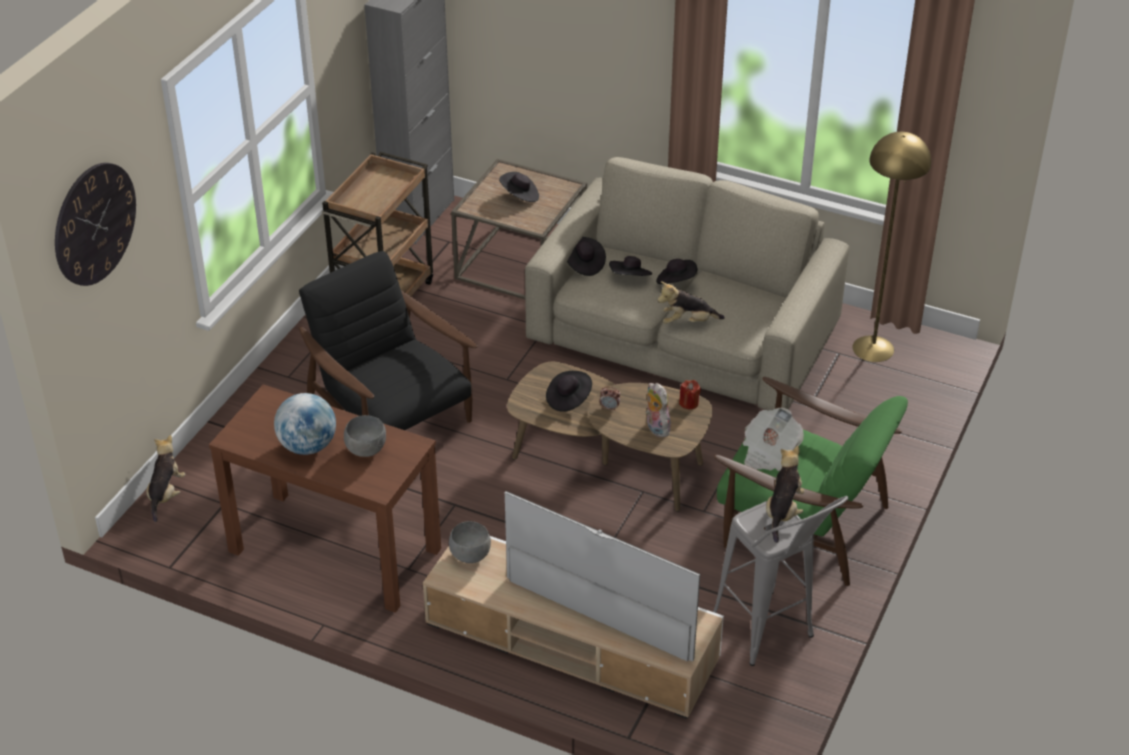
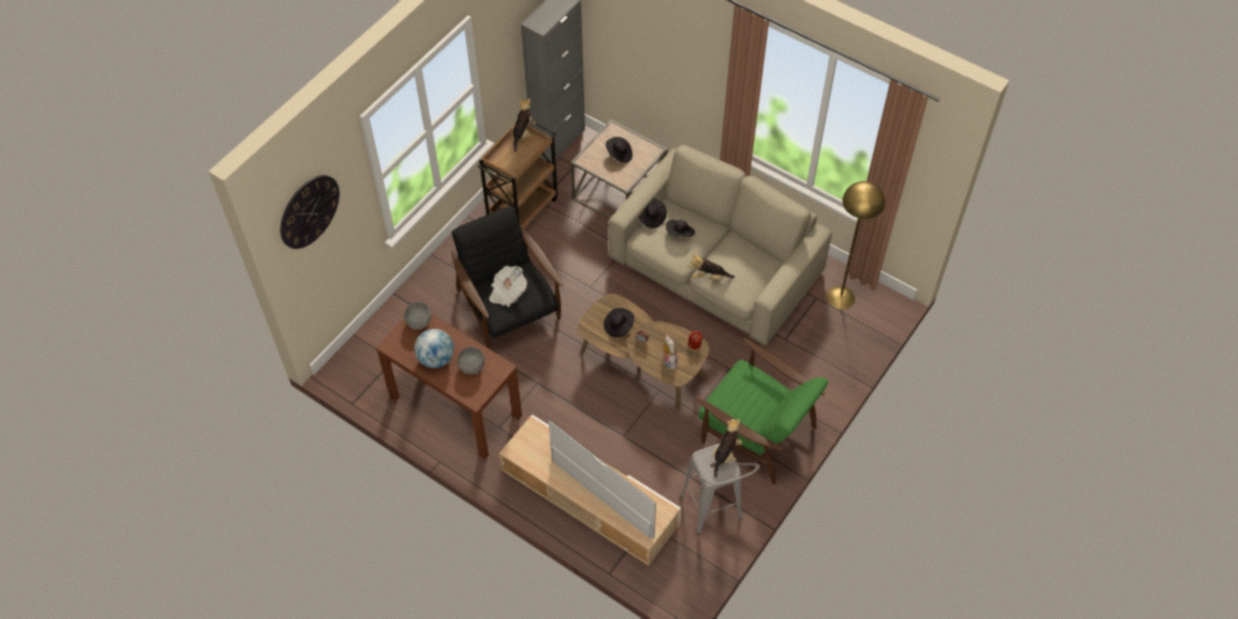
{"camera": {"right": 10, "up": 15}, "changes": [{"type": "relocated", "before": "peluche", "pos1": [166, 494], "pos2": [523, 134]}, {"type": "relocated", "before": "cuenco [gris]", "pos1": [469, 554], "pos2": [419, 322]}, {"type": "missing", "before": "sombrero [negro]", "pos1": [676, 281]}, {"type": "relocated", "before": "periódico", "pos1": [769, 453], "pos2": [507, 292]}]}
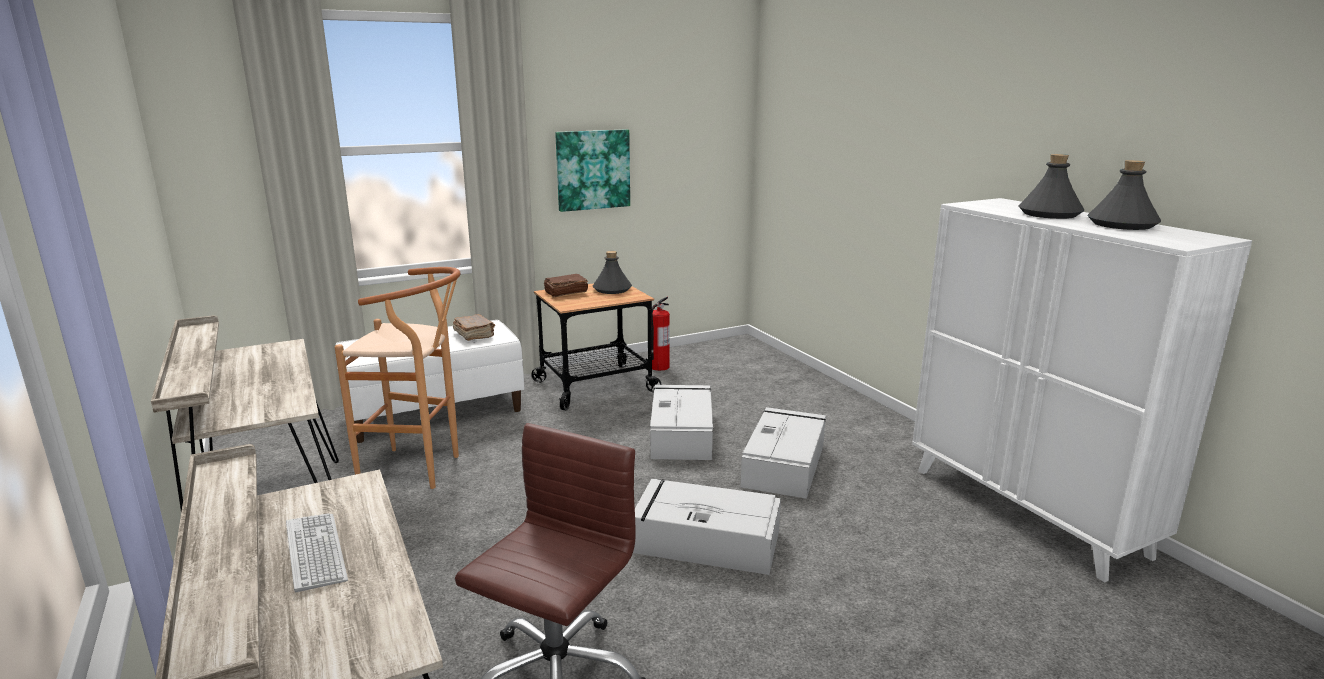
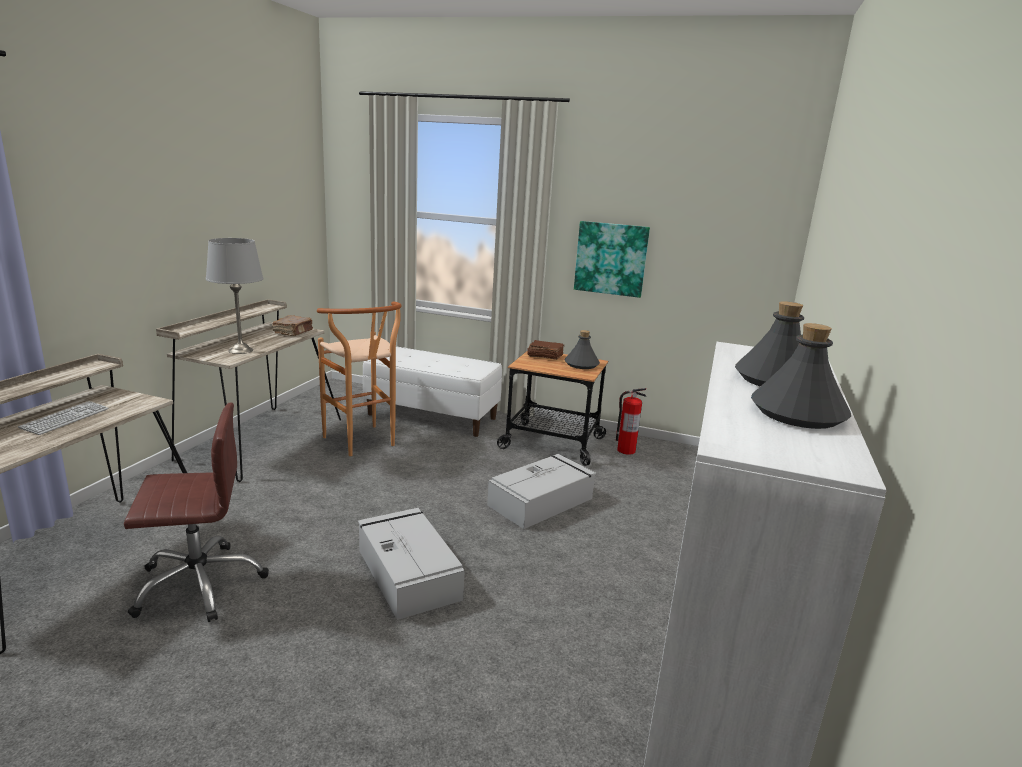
{"camera": {"right": 45, "up": 0}, "changes": [{"type": "relocated", "before": "libro [marrón]", "pos1": [474, 335], "pos2": [293, 332]}, {"type": "missing", "before": "caja de almacenaje [gris]", "pos1": [784, 464]}, {"type": "appeared", "after": "lámpara de mesa [gris]", "pos2": [240, 350]}]}
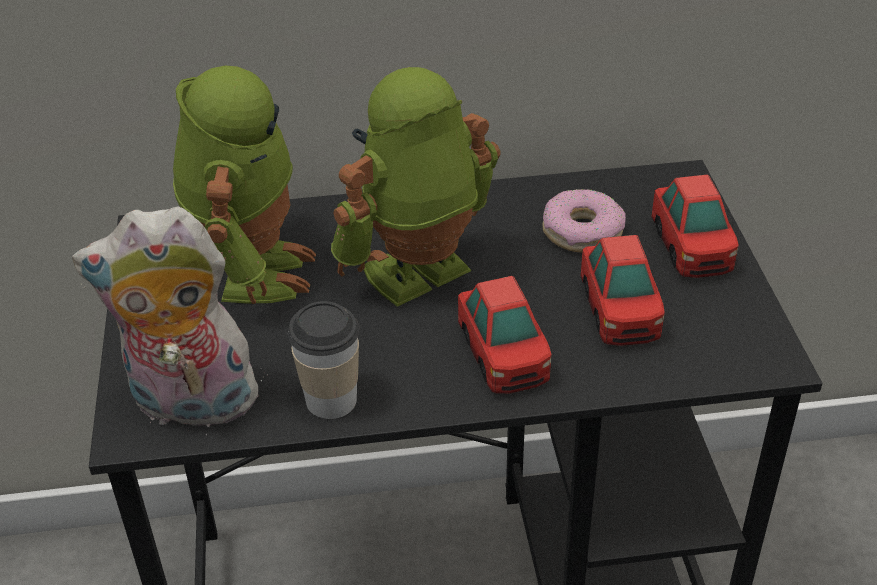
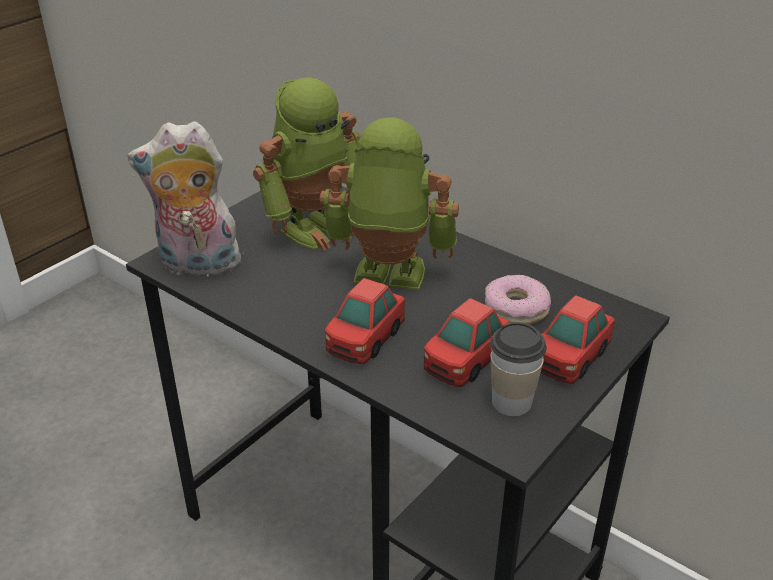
{"camera": {"right": 45, "up": -5}, "changes": [{"type": "spun", "before": "peluche", "pos1": [190, 406], "pos2": [197, 266], "turn": -45}, {"type": "relocated", "before": "taza", "pos1": [331, 400], "pos2": [511, 402]}]}
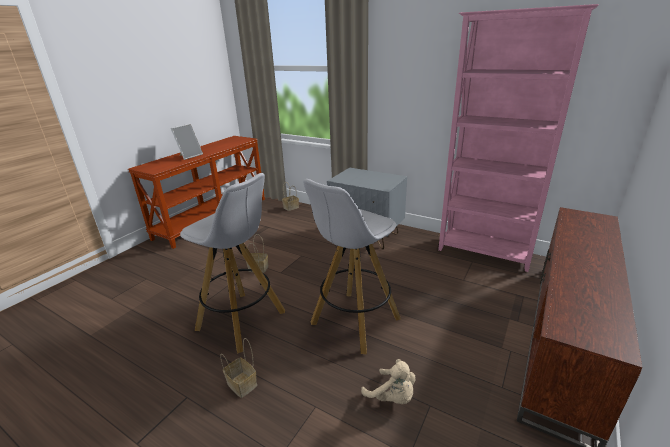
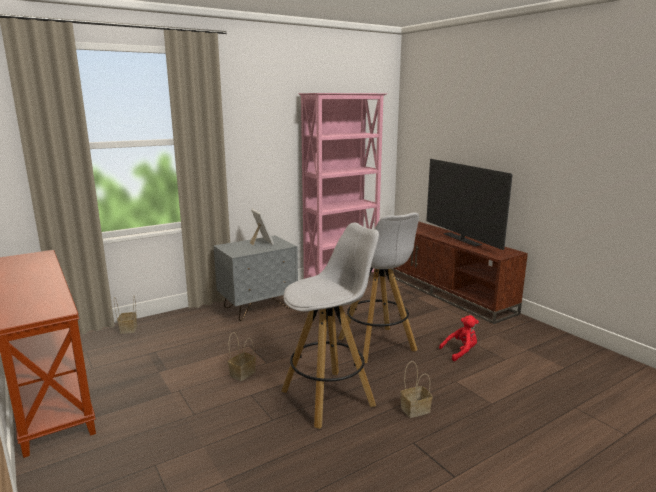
{"camera": {"right": -65, "up": -10}, "changes": [{"type": "relocated", "before": "portarretratos", "pos1": [189, 156], "pos2": [261, 242]}, {"type": "colour", "before": "peluche [beis]", "after": "peluche [rojo]", "pos1": [392, 397], "pos2": [460, 352]}, {"type": "appeared", "after": "televisor", "pos2": [461, 239]}]}
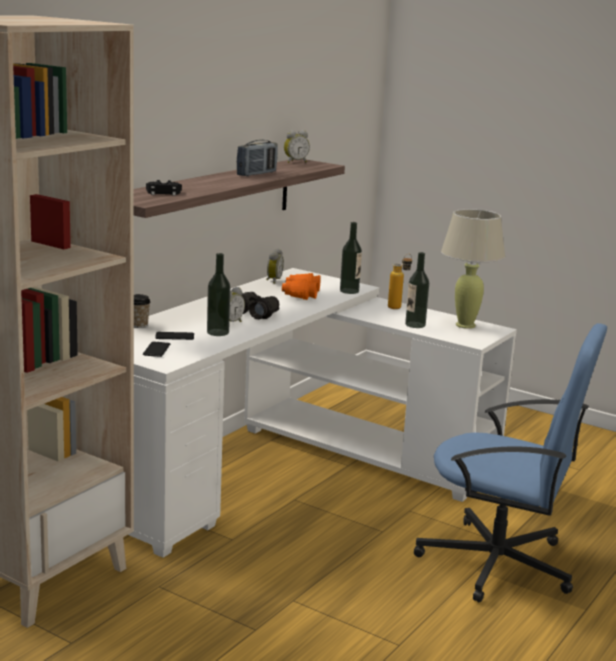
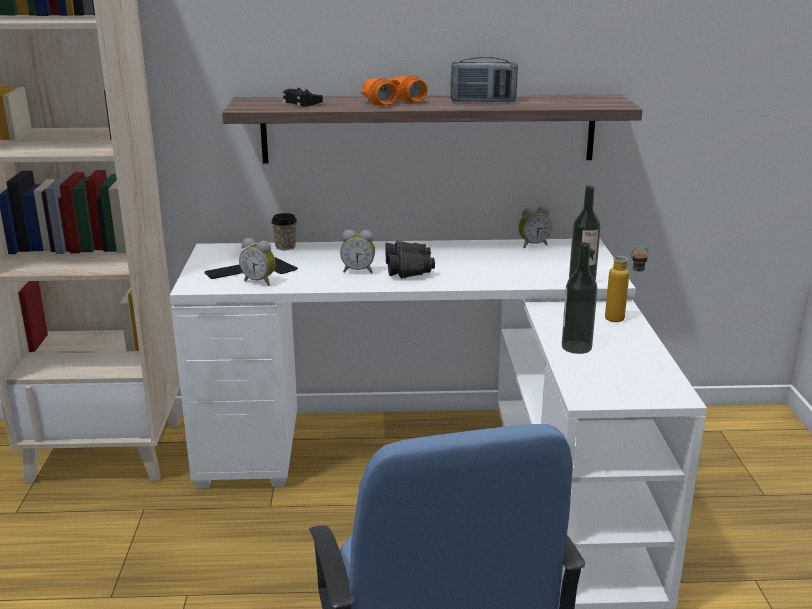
{"camera": {"right": 55, "up": 5}, "changes": [{"type": "missing", "before": "botella", "pos1": [217, 332]}, {"type": "relocated", "before": "prismáticos [naranja]", "pos1": [300, 294], "pos2": [392, 101]}, {"type": "relocated", "before": "despertador", "pos1": [295, 162], "pos2": [260, 281]}, {"type": "missing", "before": "lámpara de mesa [beis]", "pos1": [465, 325]}]}
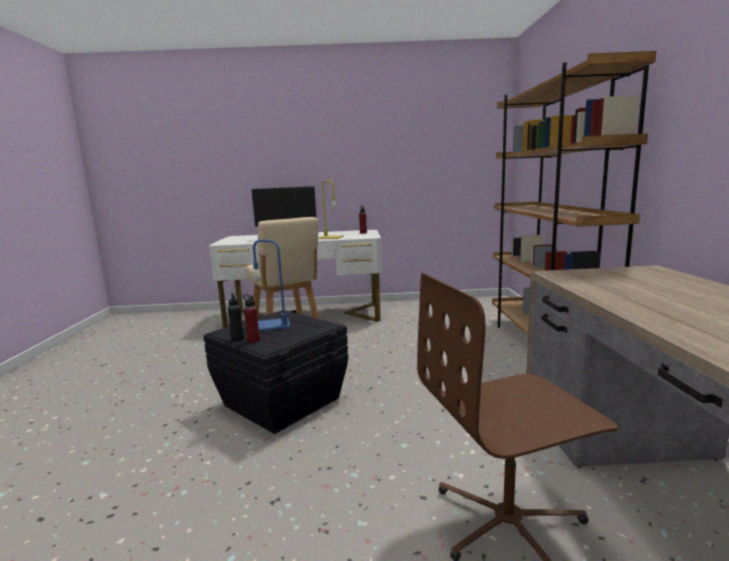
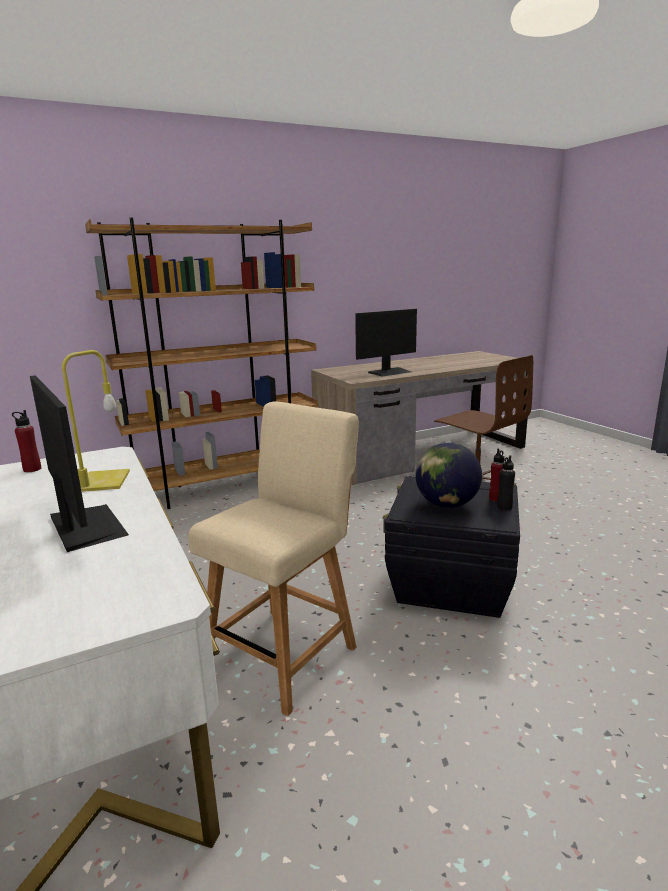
{"camera": {"right": -115, "up": 5}, "changes": [{"type": "exchanged", "before": "lámpara de mesa [azul]", "after": "globo terráqueo", "pos1": [273, 324], "pos2": [446, 504]}, {"type": "appeared", "after": "monitor", "pos2": [390, 372]}]}
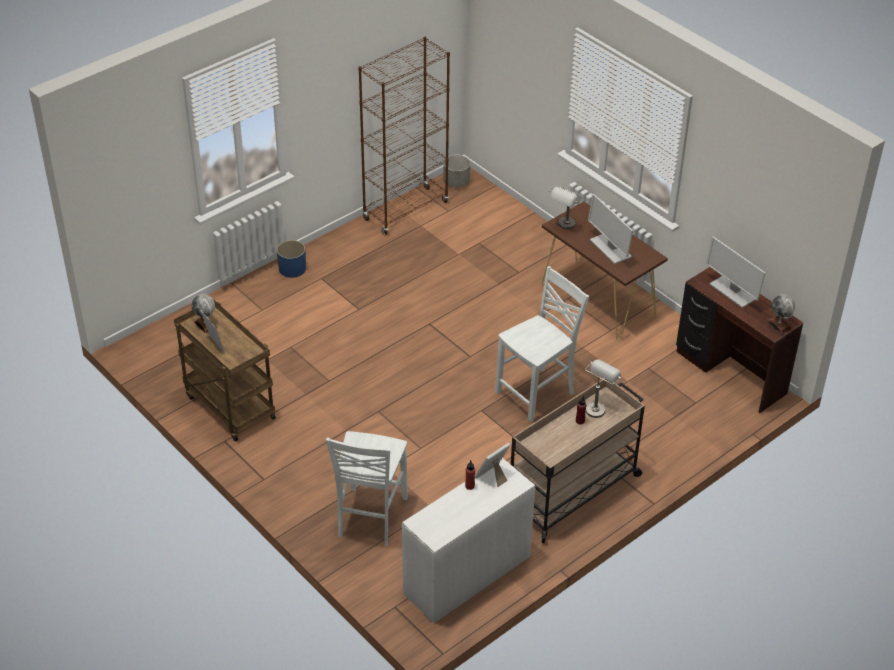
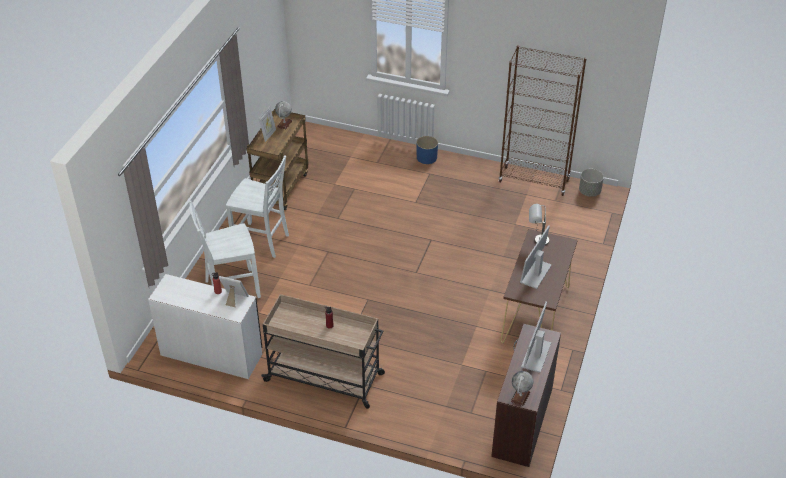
{"camera": {"right": 60, "up": 0}, "changes": [{"type": "relocated", "before": "silla [blanco]", "pos1": [537, 393], "pos2": [262, 241]}, {"type": "missing", "before": "lámpara de mesa [gris]", "pos1": [598, 406]}]}
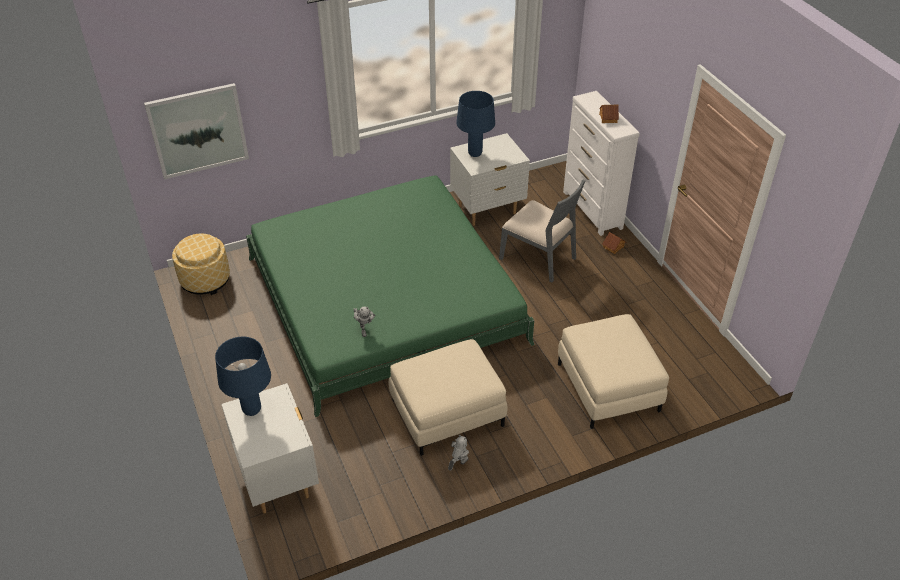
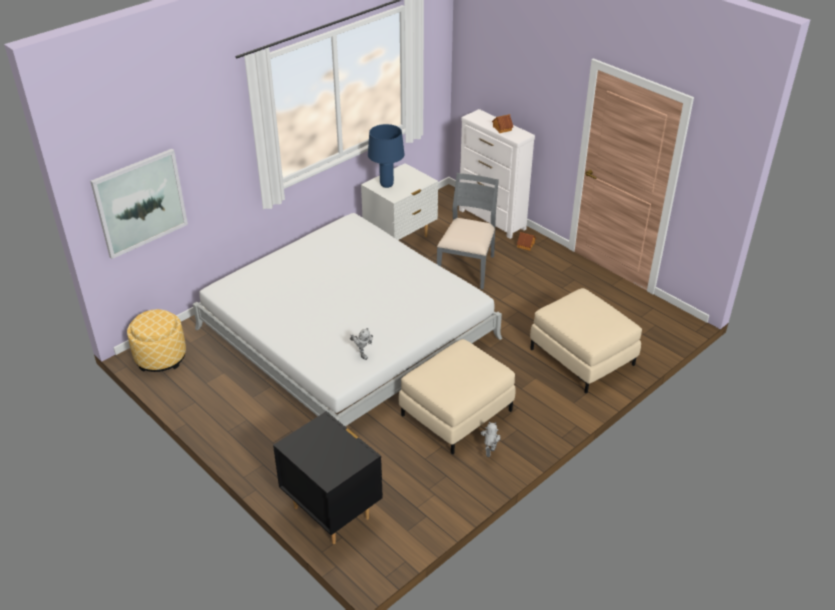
{"camera": {"right": -20, "up": -5}, "changes": [{"type": "missing", "before": "lámpara de mesa [azul]", "pos1": [252, 409]}, {"type": "colour", "before": "mesita de noche [blanco]", "after": "mesita de noche [negro]", "pos1": [278, 480], "pos2": [332, 512]}, {"type": "colour", "before": "cama [verde]", "after": "cama [blanco]", "pos1": [384, 300], "pos2": [347, 334]}, {"type": "spun", "before": "silla [gris]", "pos1": [538, 258], "pos2": [467, 268], "turn": -90}]}
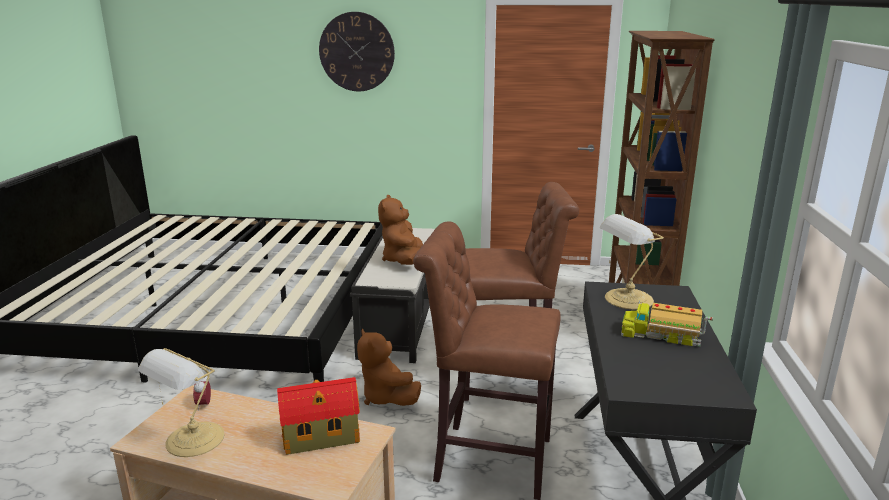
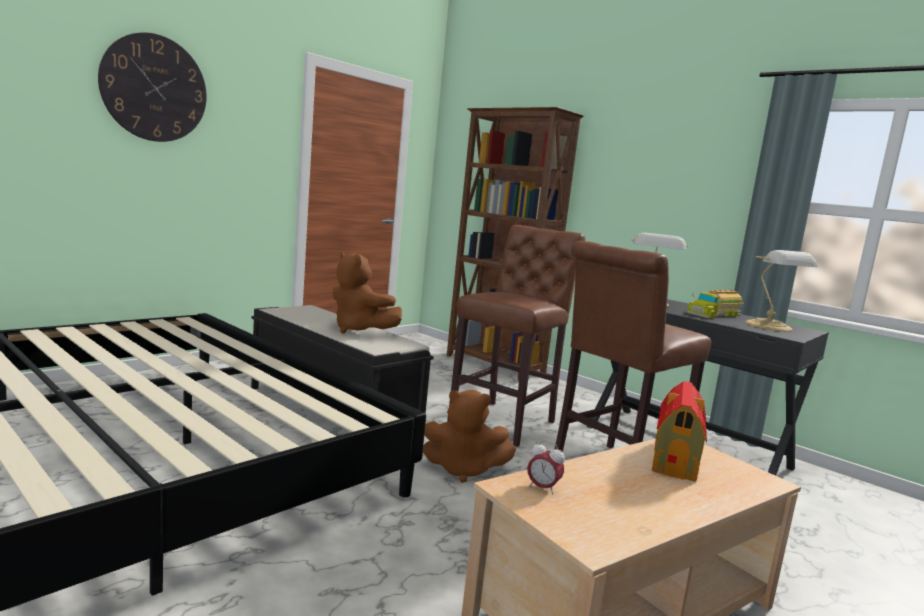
{"camera": {"right": -55, "up": -10}, "changes": [{"type": "relocated", "before": "lámpara de mesa", "pos1": [192, 441], "pos2": [770, 326]}]}
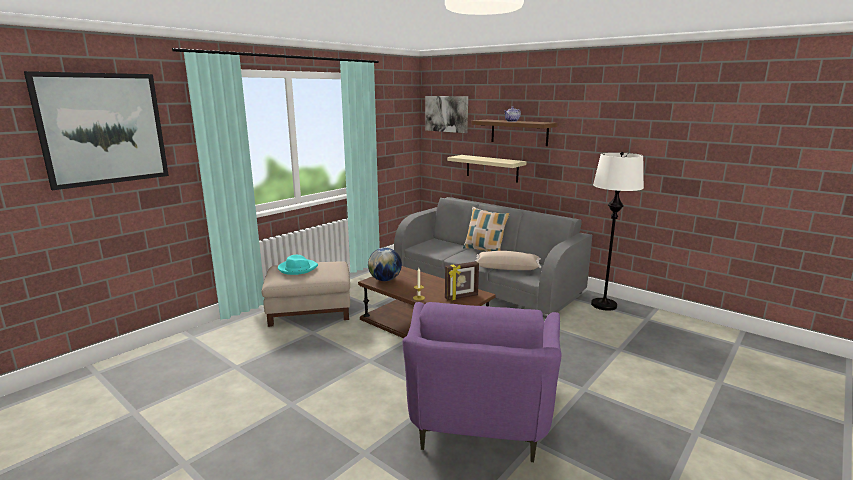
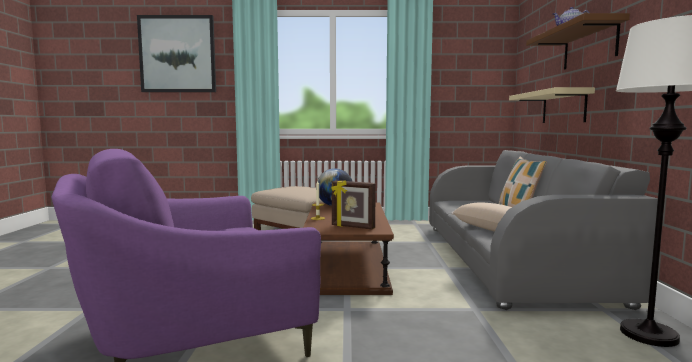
{"camera": {"right": 50, "up": -10}, "changes": [{"type": "missing", "before": "sombrero [turquesa]", "pos1": [297, 268]}, {"type": "missing", "before": "cuadro", "pos1": [446, 114]}]}
